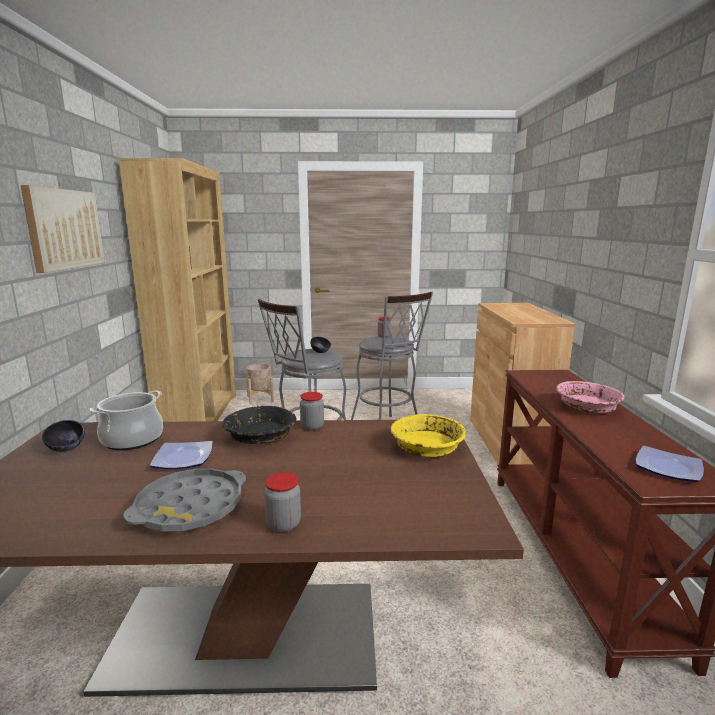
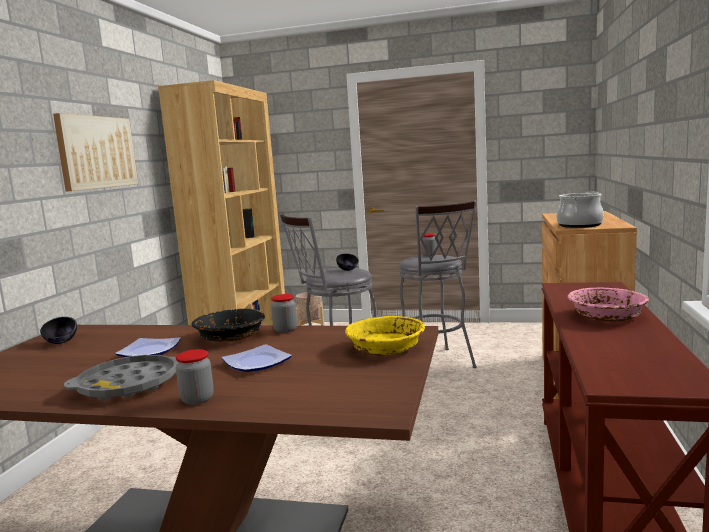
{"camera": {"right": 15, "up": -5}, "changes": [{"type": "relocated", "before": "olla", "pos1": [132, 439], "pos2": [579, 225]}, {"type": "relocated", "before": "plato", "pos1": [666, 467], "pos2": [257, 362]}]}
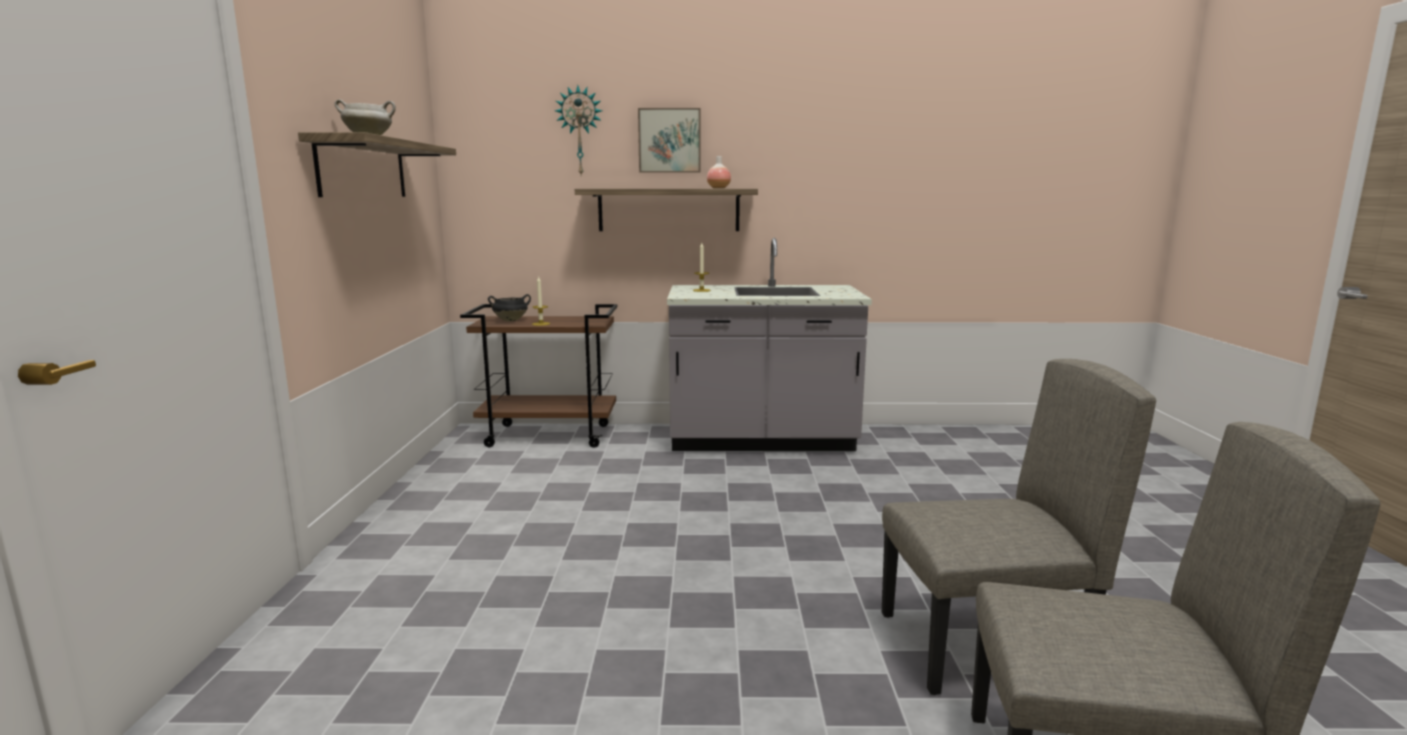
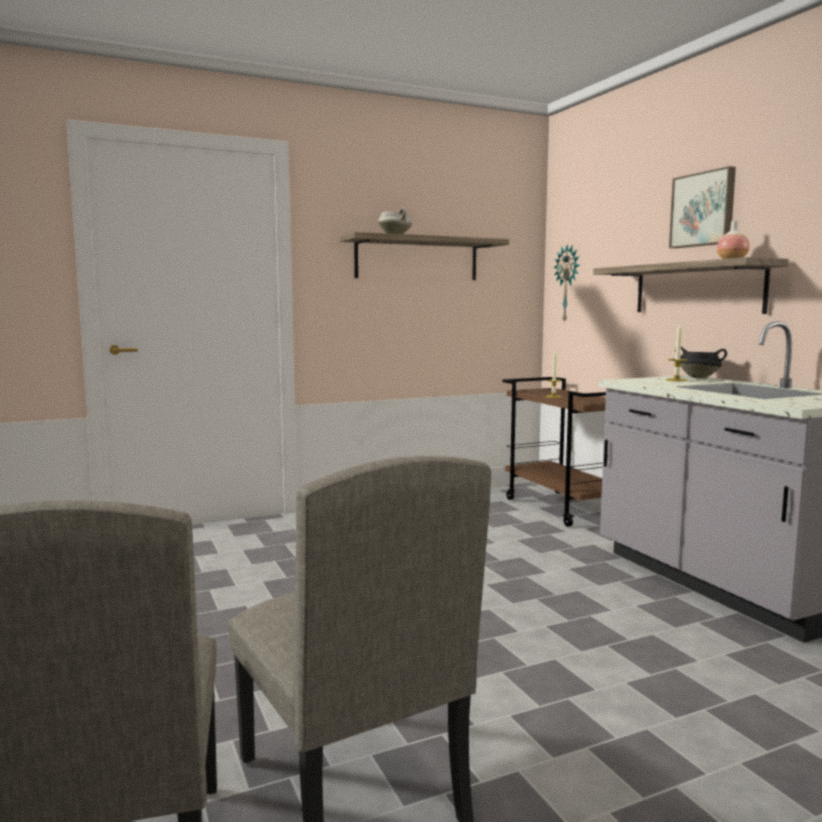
{"camera": {"right": 65, "up": -5}, "changes": [{"type": "relocated", "before": "olla [negro]", "pos1": [511, 320], "pos2": [699, 378]}, {"type": "relocated", "before": "reloj de pared", "pos1": [580, 131], "pos2": [568, 283]}]}
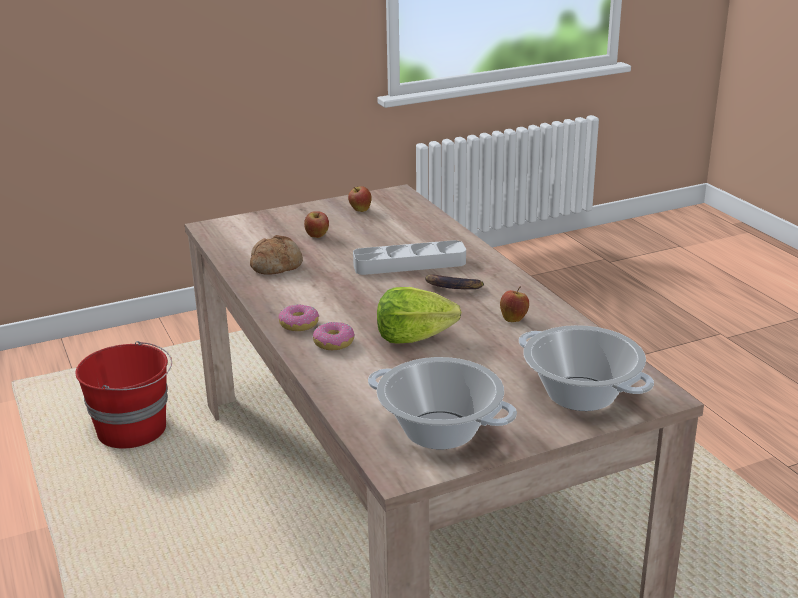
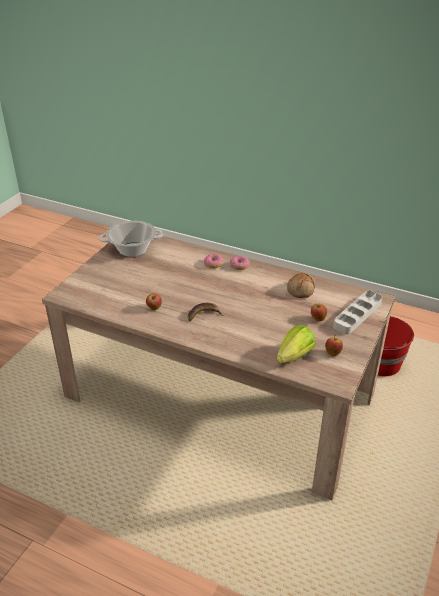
{"camera": {"right": 140, "up": 10}, "changes": [{"type": "relocated", "before": "bandeja [gris]", "pos1": [409, 264], "pos2": [357, 315]}, {"type": "relocated", "before": "lechuga", "pos1": [413, 337], "pos2": [295, 356]}, {"type": "missing", "before": "olla", "pos1": [581, 394]}]}
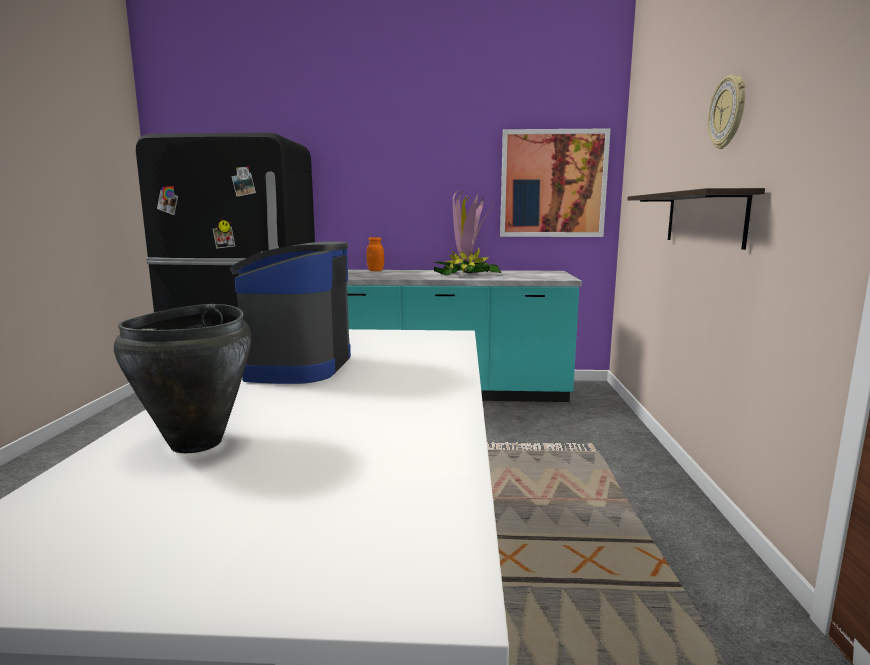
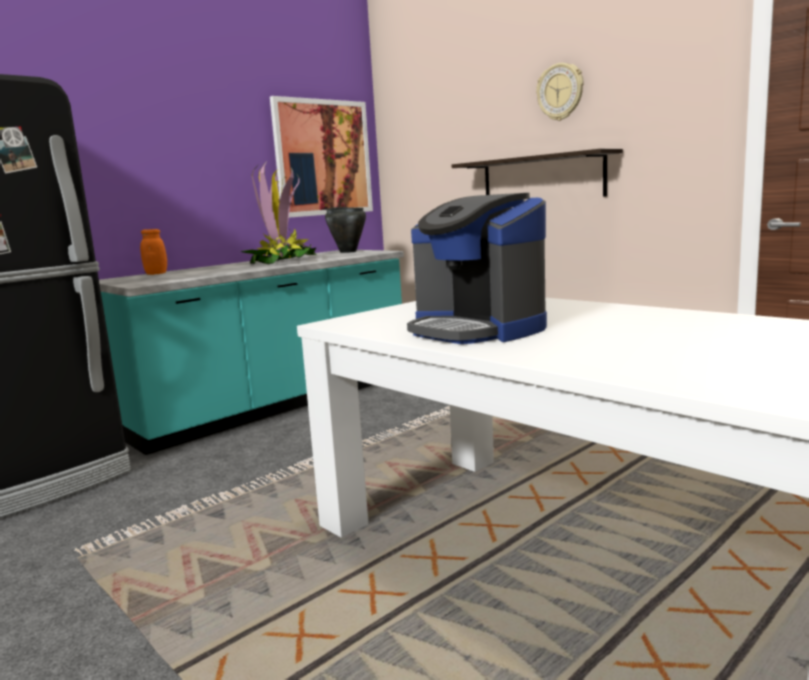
{"camera": {"right": -45, "up": 0}, "changes": [{"type": "relocated", "before": "olla [negro]", "pos1": [198, 443], "pos2": [348, 252]}]}
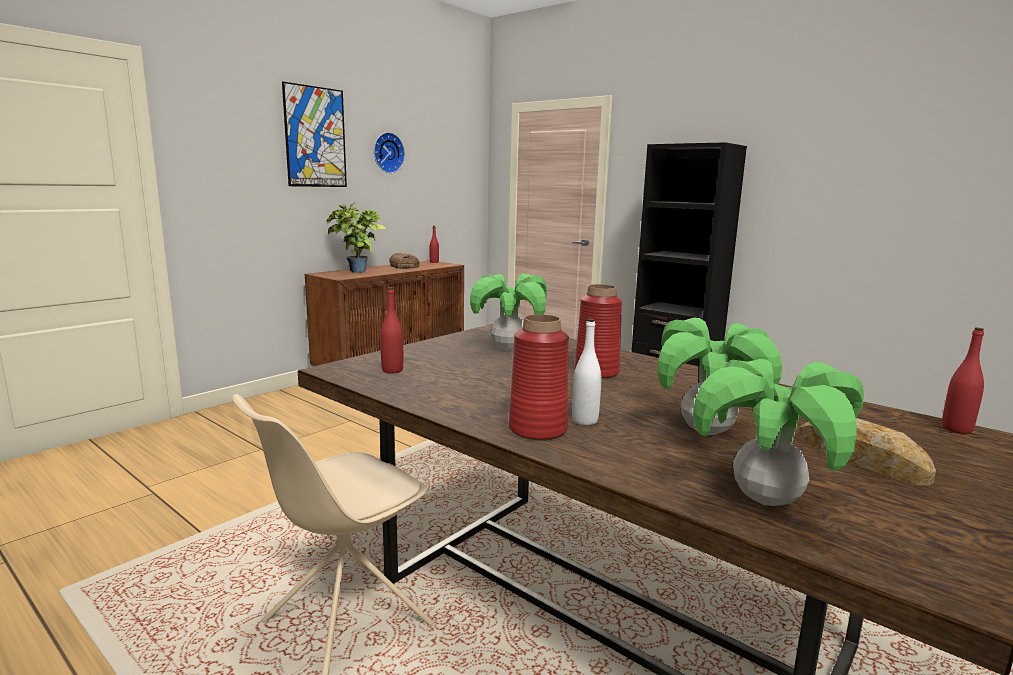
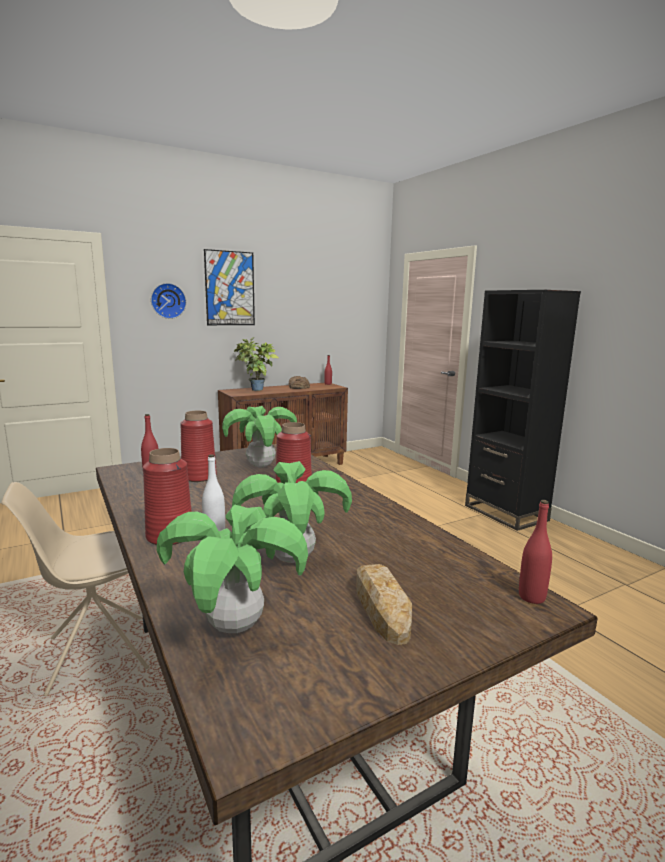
{"camera": {"right": 20, "up": 0}, "changes": [{"type": "relocated", "before": "reloj de pared", "pos1": [387, 152], "pos2": [168, 301]}, {"type": "appeared", "after": "florero [rojo]", "pos2": [199, 476]}]}
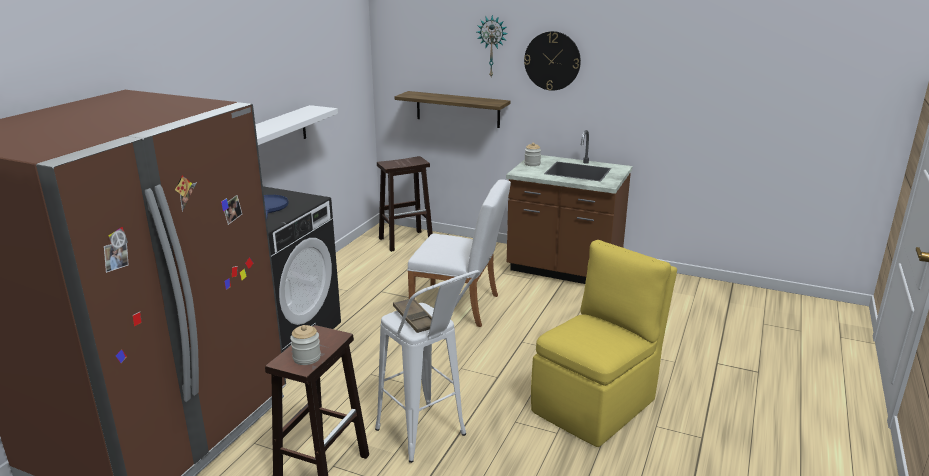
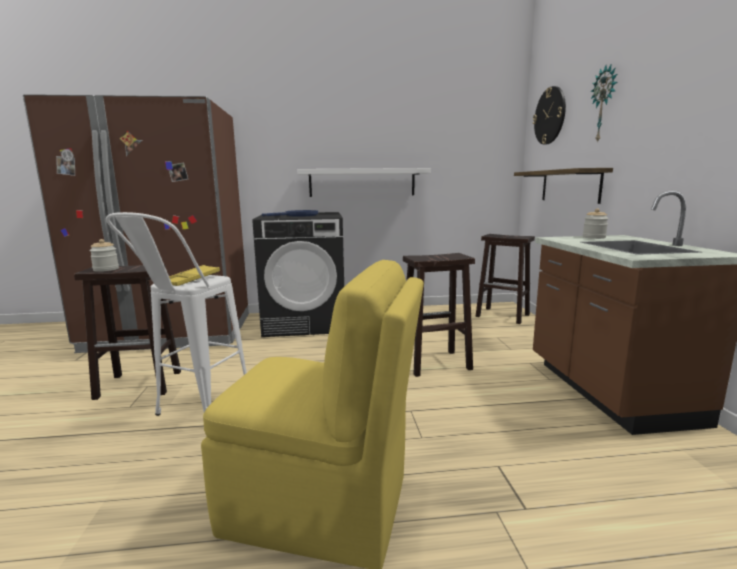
{"camera": {"right": 60, "up": -10}, "changes": [{"type": "colour", "before": "bandeja [marrón]", "after": "bandeja [amarillo]", "pos1": [415, 319], "pos2": [192, 279]}, {"type": "exchanged", "before": "silla [blanco]", "after": "taburete [marrón]", "pos1": [461, 306], "pos2": [434, 363]}, {"type": "relocated", "before": "reloj de pared", "pos1": [552, 61], "pos2": [550, 116]}]}
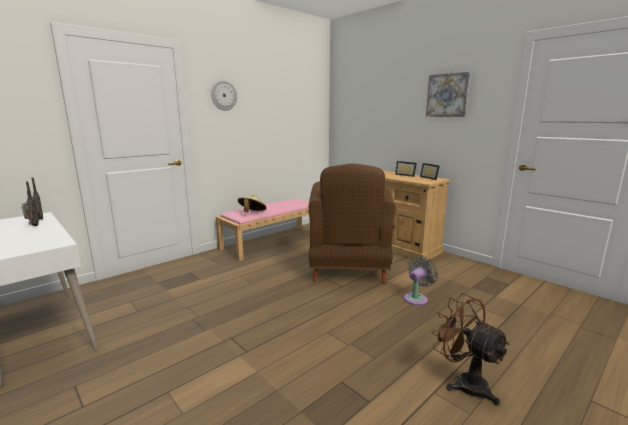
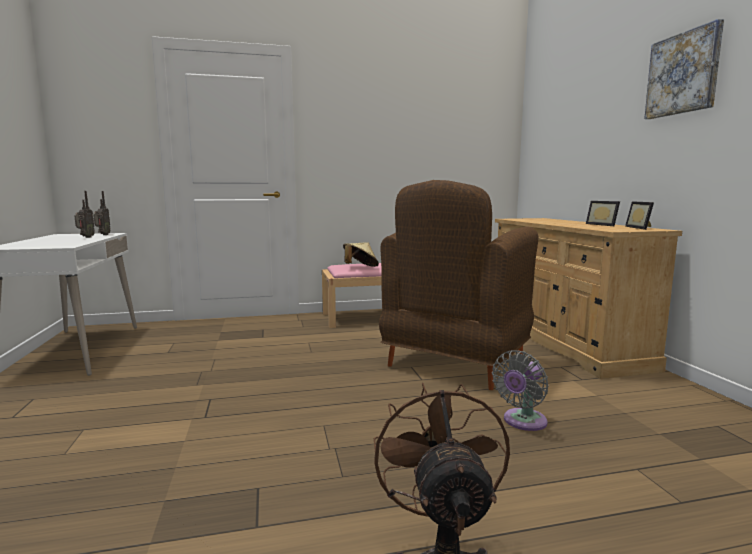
{"camera": {"right": 30, "up": -5}, "changes": [{"type": "missing", "before": "reloj de pared", "pos1": [223, 95]}, {"type": "spun", "before": "ventilador [gris]", "pos1": [417, 298], "pos2": [522, 422], "turn": 150}]}
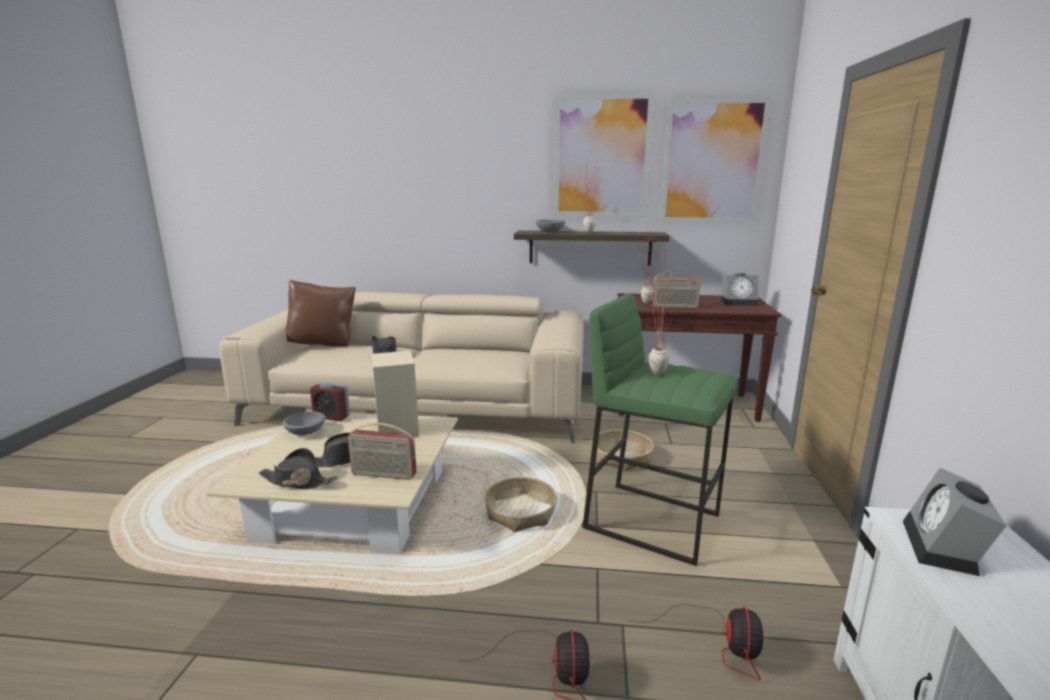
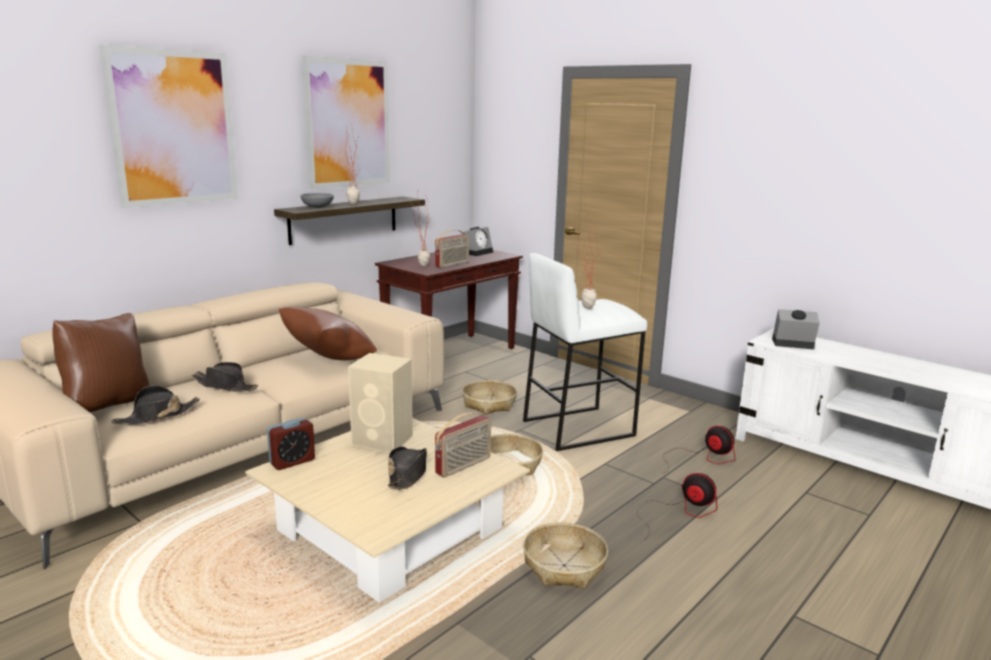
{"camera": {"right": -55, "up": 0}, "changes": [{"type": "relocated", "before": "sombrero [negro]", "pos1": [297, 481], "pos2": [157, 416]}, {"type": "missing", "before": "cuenco [gris]", "pos1": [305, 432]}, {"type": "colour", "before": "taburete [verde]", "after": "taburete [blanco]", "pos1": [652, 520], "pos2": [577, 427]}, {"type": "relocated", "before": "cuadro", "pos1": [712, 162], "pos2": [173, 128]}, {"type": "spun", "before": "despertador", "pos1": [944, 549], "pos2": [791, 344], "turn": 135}, {"type": "appeared", "after": "cojín [marrón]", "pos2": [329, 360]}, {"type": "appeared", "after": "cesta", "pos2": [564, 565]}]}
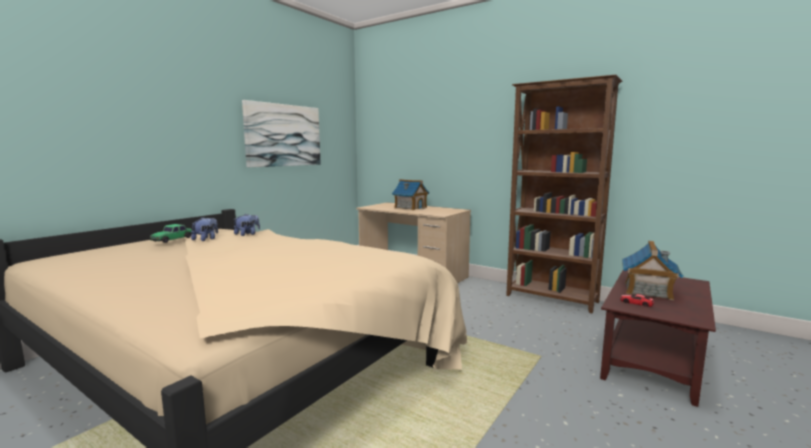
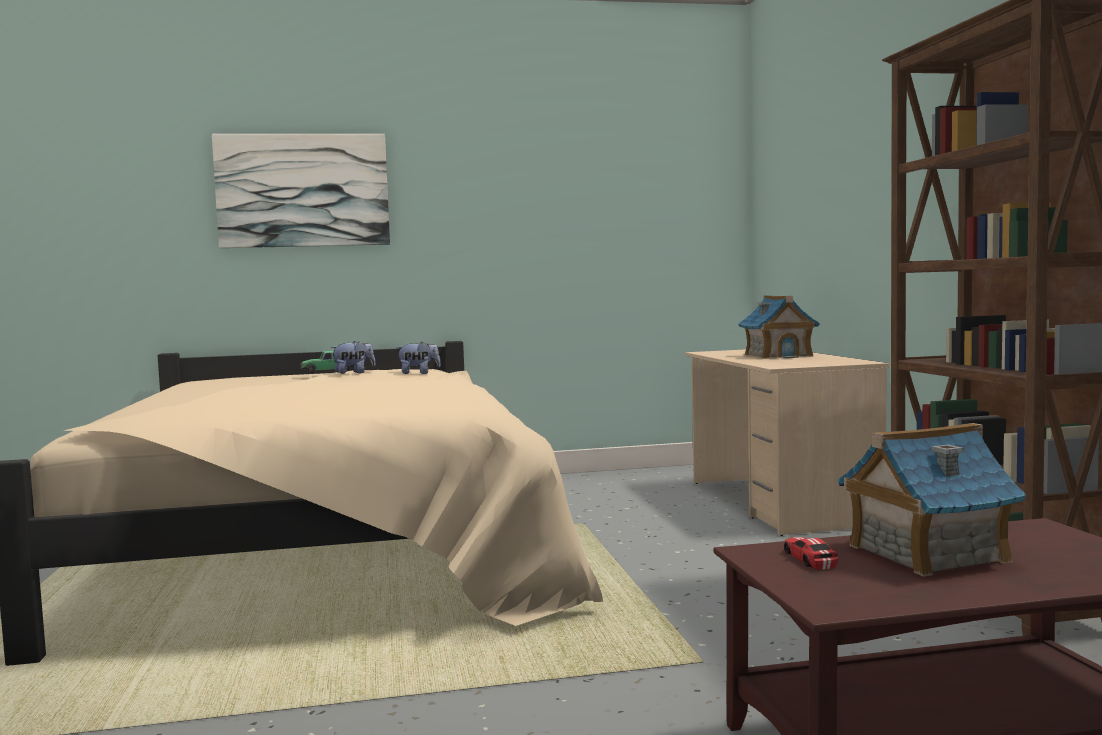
{"camera": {"right": 45, "up": -5}, "changes": [{"type": "relocated", "before": "cuadro", "pos1": [283, 135], "pos2": [303, 190]}]}
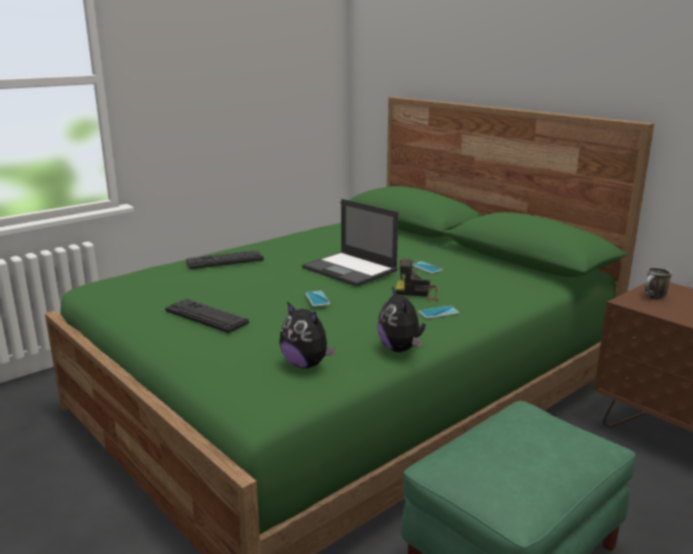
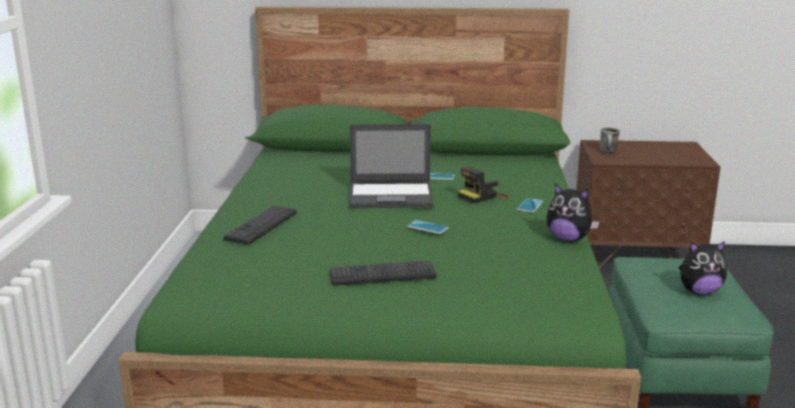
{"camera": {"right": -45, "up": 0}, "changes": [{"type": "relocated", "before": "peluche", "pos1": [306, 364], "pos2": [699, 292]}]}
